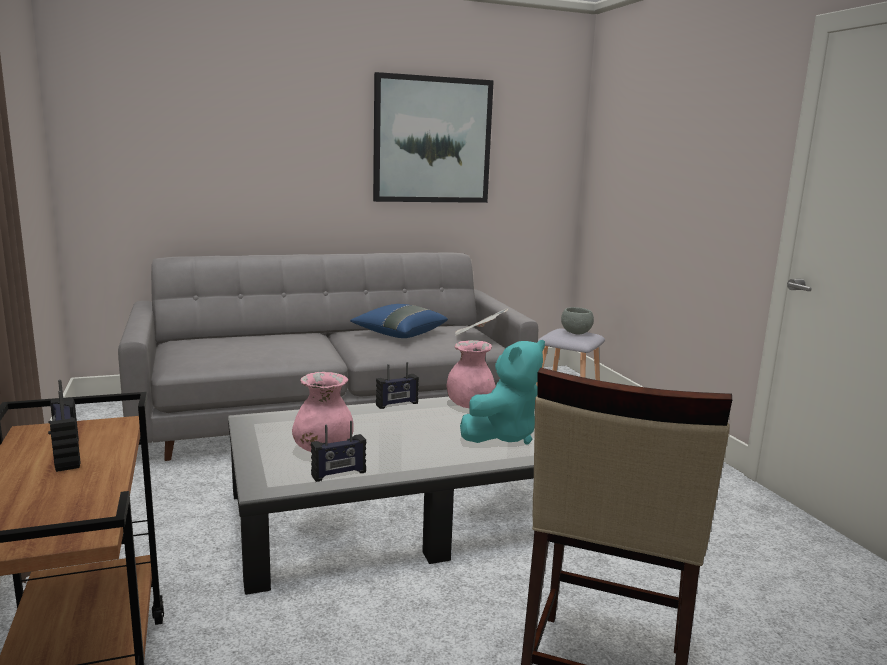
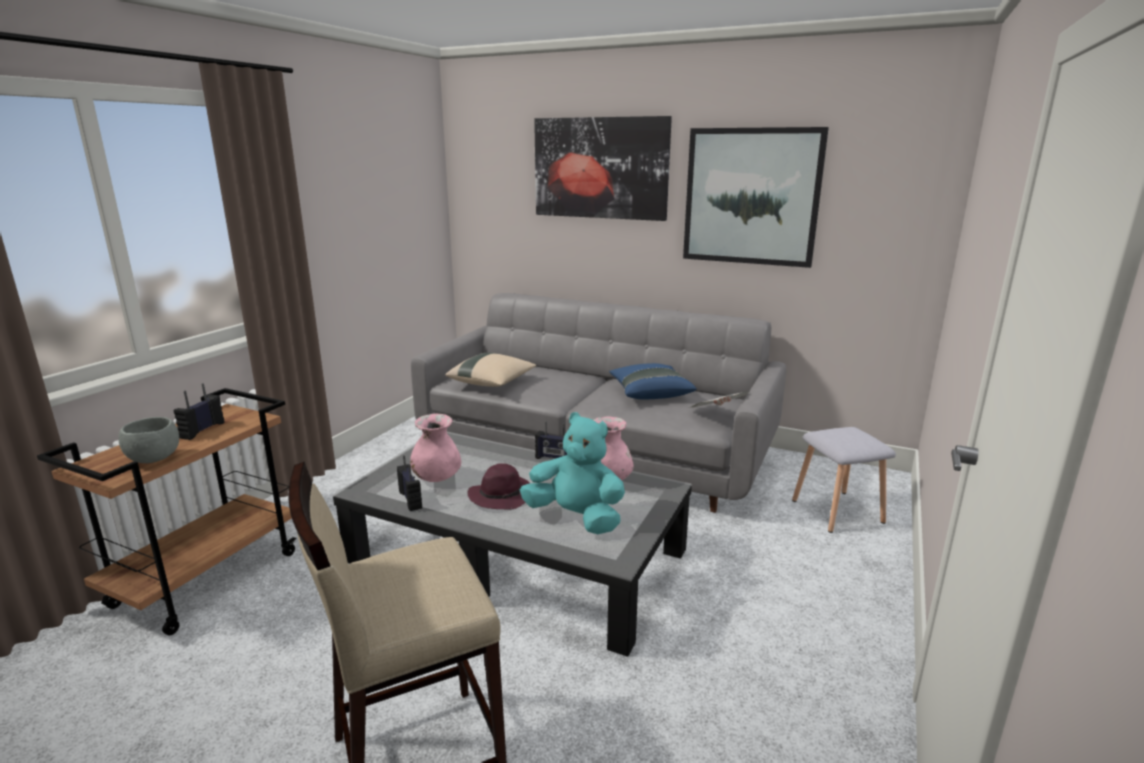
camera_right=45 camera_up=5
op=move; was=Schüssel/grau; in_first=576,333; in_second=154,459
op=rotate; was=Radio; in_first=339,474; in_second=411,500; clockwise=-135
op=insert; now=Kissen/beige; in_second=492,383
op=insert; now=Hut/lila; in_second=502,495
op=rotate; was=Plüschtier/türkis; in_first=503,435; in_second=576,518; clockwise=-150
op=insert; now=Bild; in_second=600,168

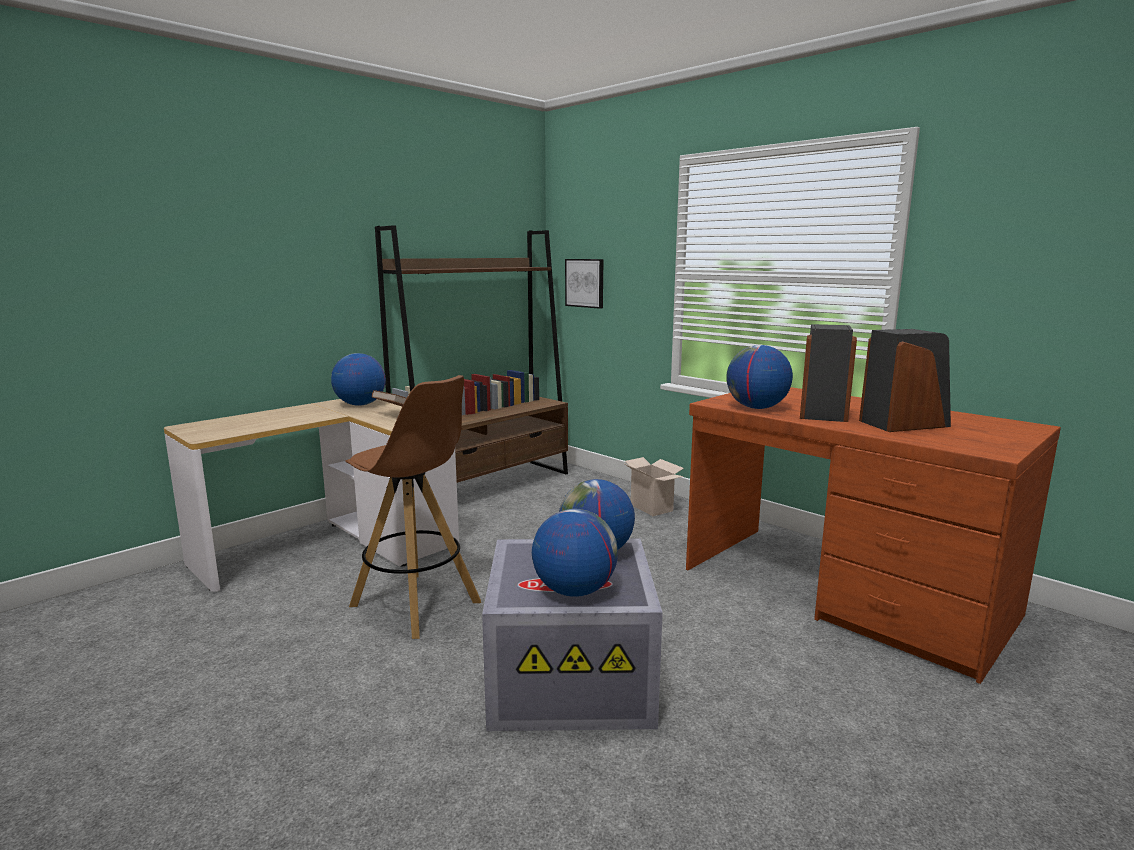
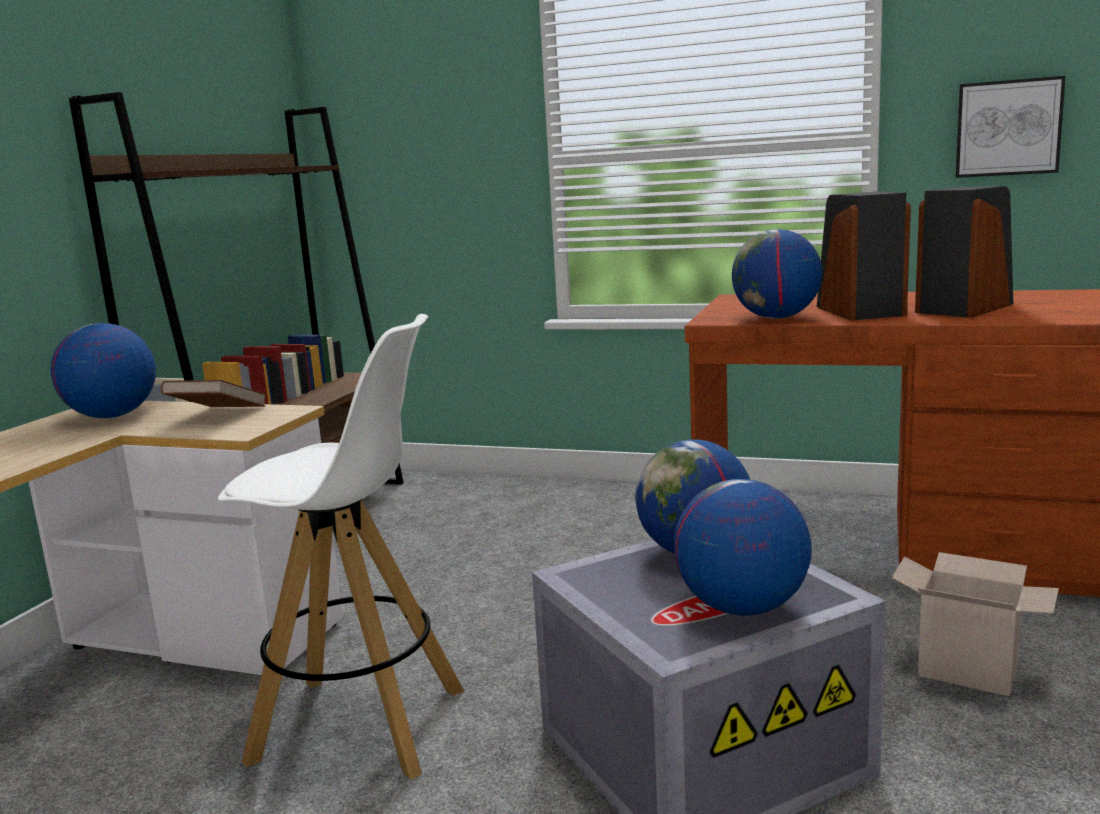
camera_right=-25 camera_up=0
op=recolor; was=Hocker/braun; now=Hocker/weiß; in_first=416,604; in_second=362,725
op=move; was=Karton; in_first=653,508; in_second=971,671
op=move; was=Bild; in_first=585,283; in_second=1008,128

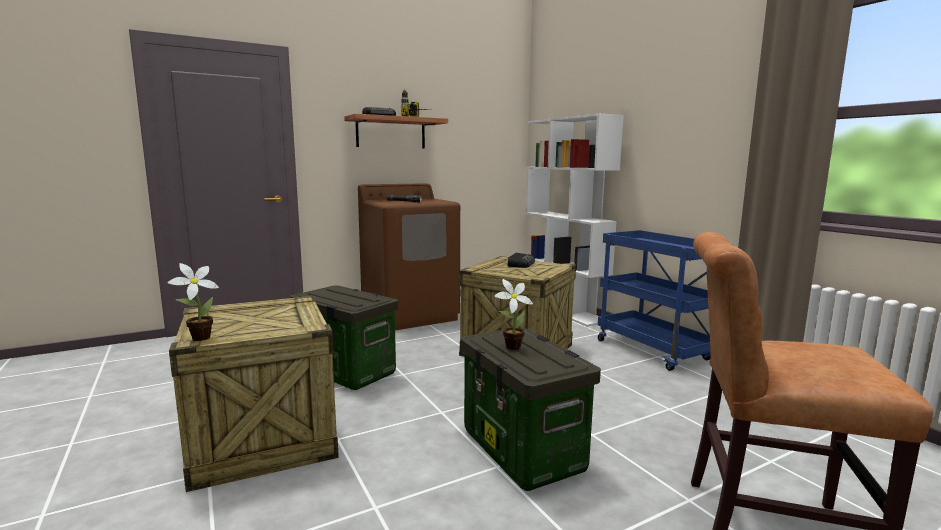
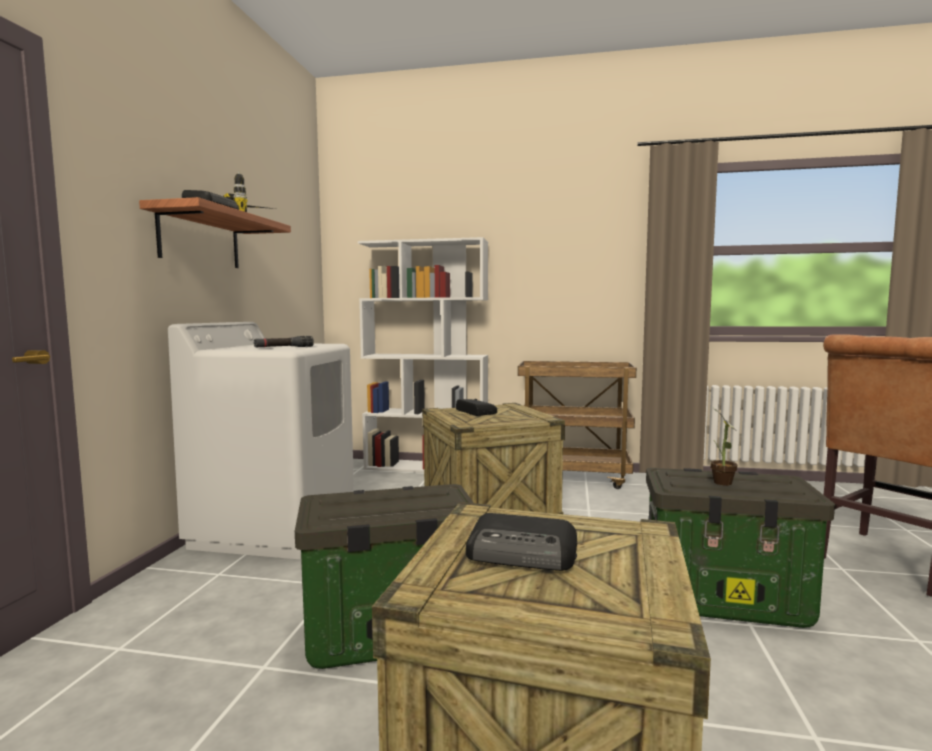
camera_right=-50 camera_up=-5
op=recolor; was=Waschmaschine/braun; now=Waschmaschine/weiß; in_first=410,315; in_second=275,529
op=insert; now=Radio; in_second=523,553
op=recolor; was=Rollwagen/blau; now=Rollwagen/braun; in_first=655,351; in_second=574,478
op=delete; was=Topfpflanze; in_first=198,338

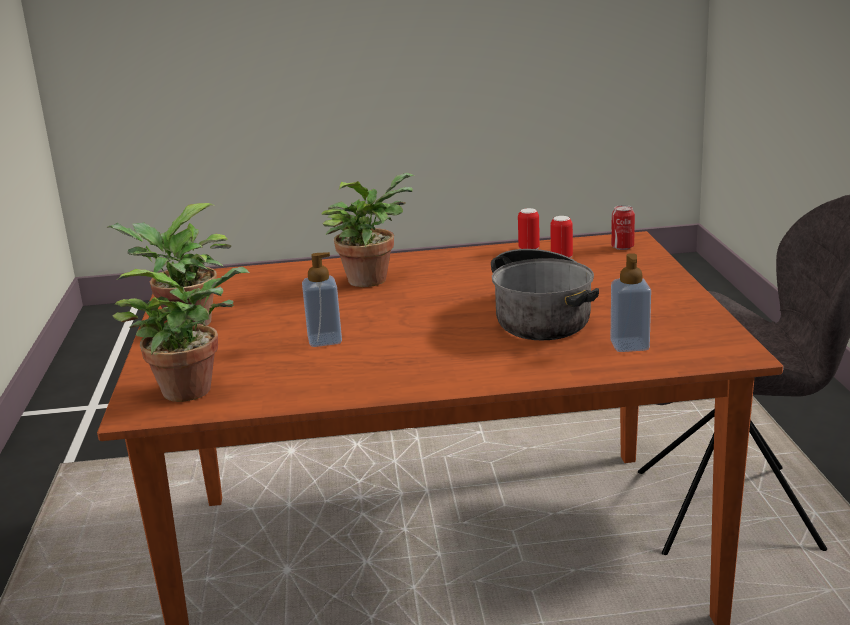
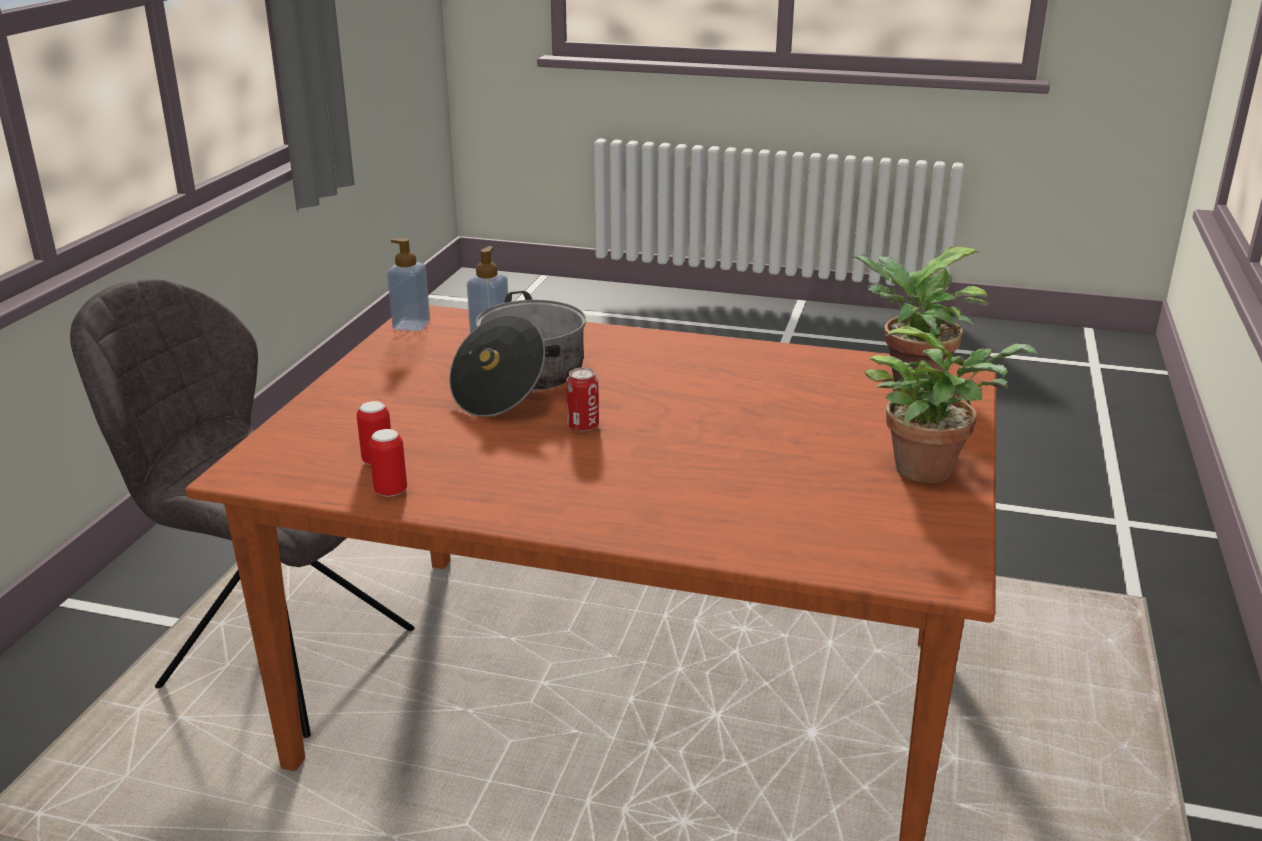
camera_right=-160 camera_up=5
op=move; was=Seifenspender; in_first=324,340; in_second=411,325
op=move; was=Dose; in_first=622,247; in_second=583,426
op=delete; was=Topfpflanze; in_first=370,278

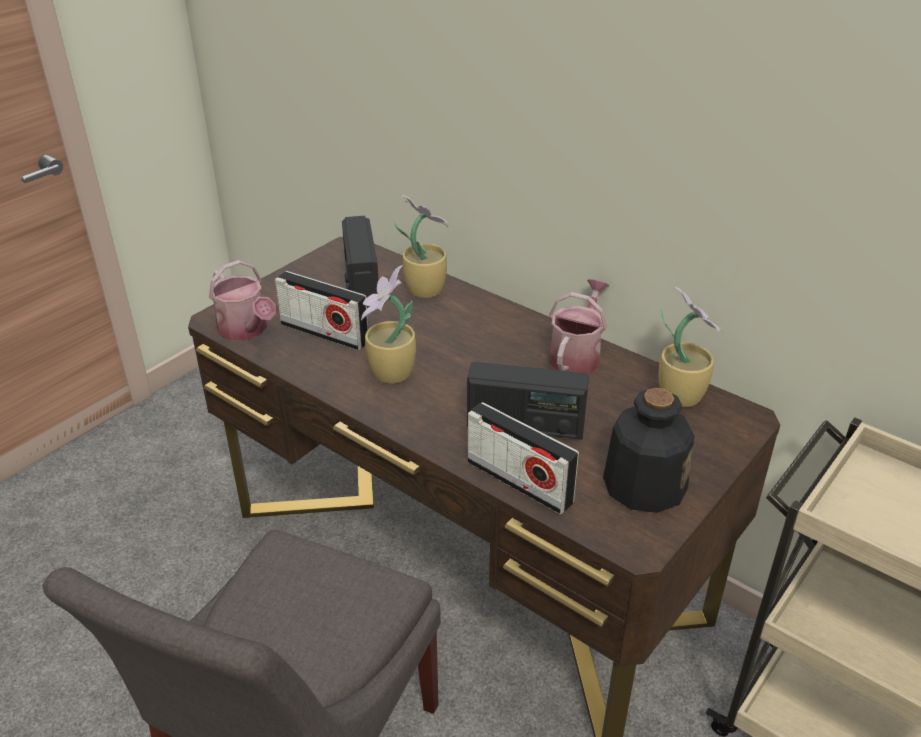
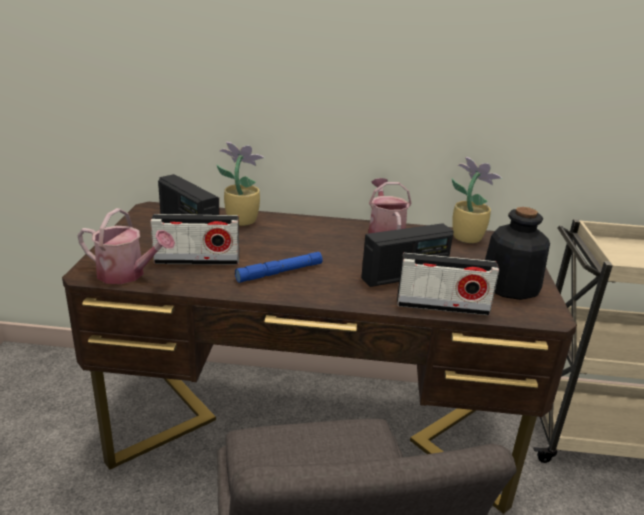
camera_right=-35 camera_up=-10
op=replace; was=Topfpflanze; now=Taschenlampe/blau; in_first=391,374; in_second=279,272

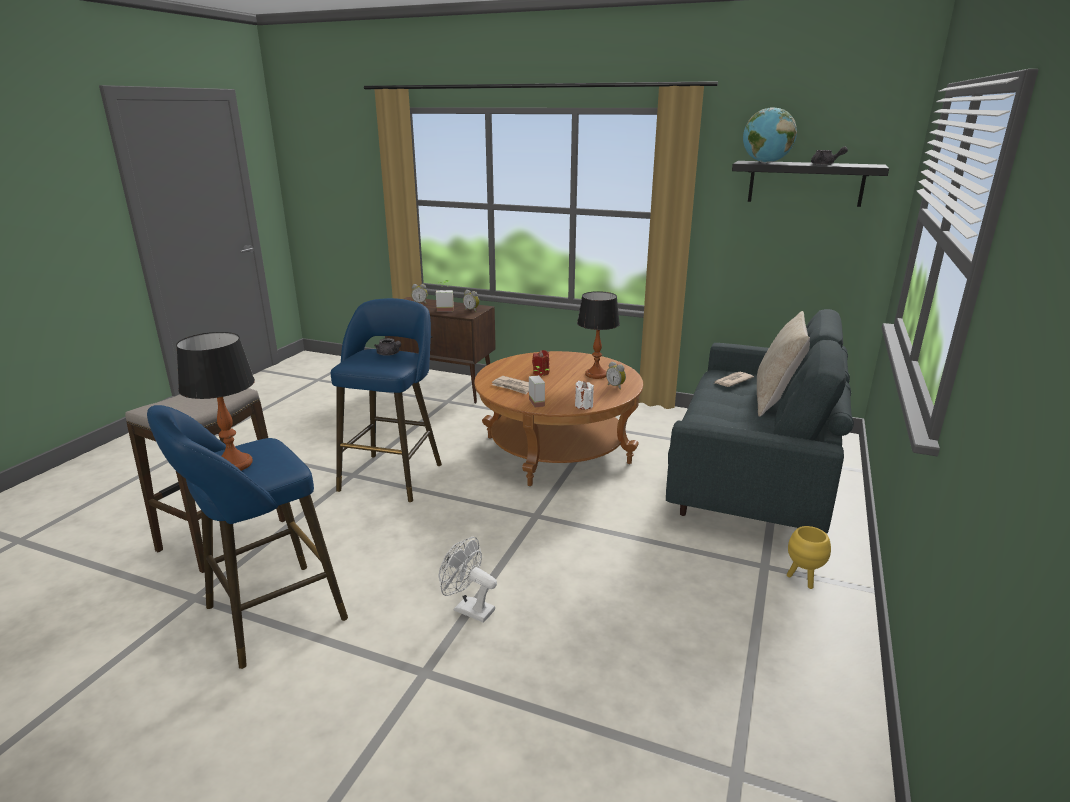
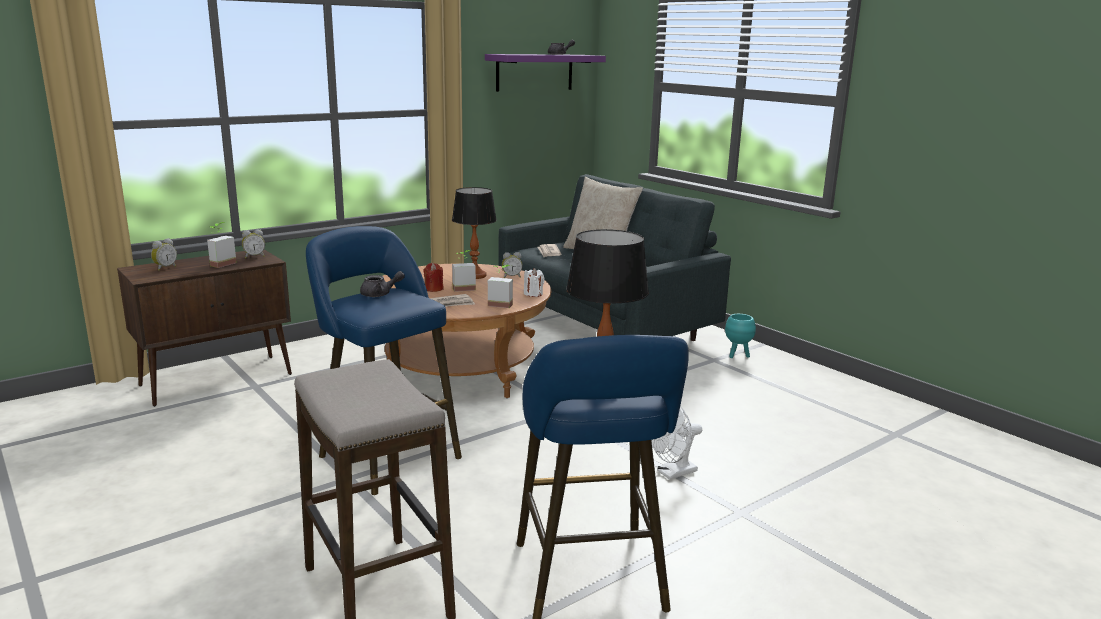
camera_right=-60 camera_up=-5
op=insert; now=Topfpflanze; in_second=463,288
op=recolor; was=Wandregal/schwarz; now=Wandregal/lila; in_first=805,183; in_second=534,72
op=recolor; was=Pflanzkübel/gelb; now=Pflanzkübel/türkis; in_first=803,579; in_second=737,355
op=delete; was=Globus; in_first=765,162

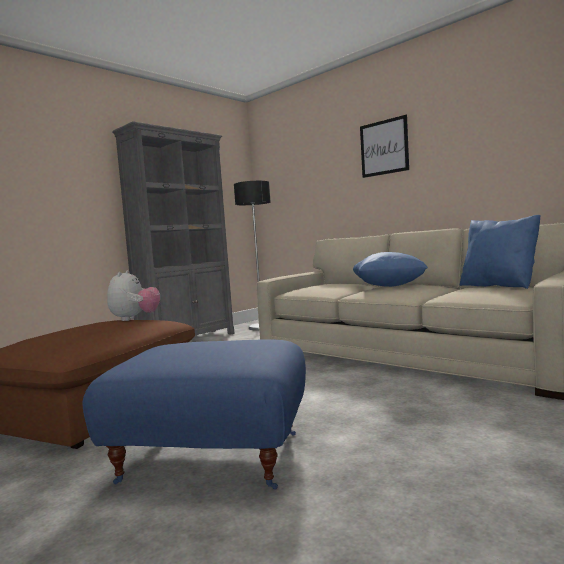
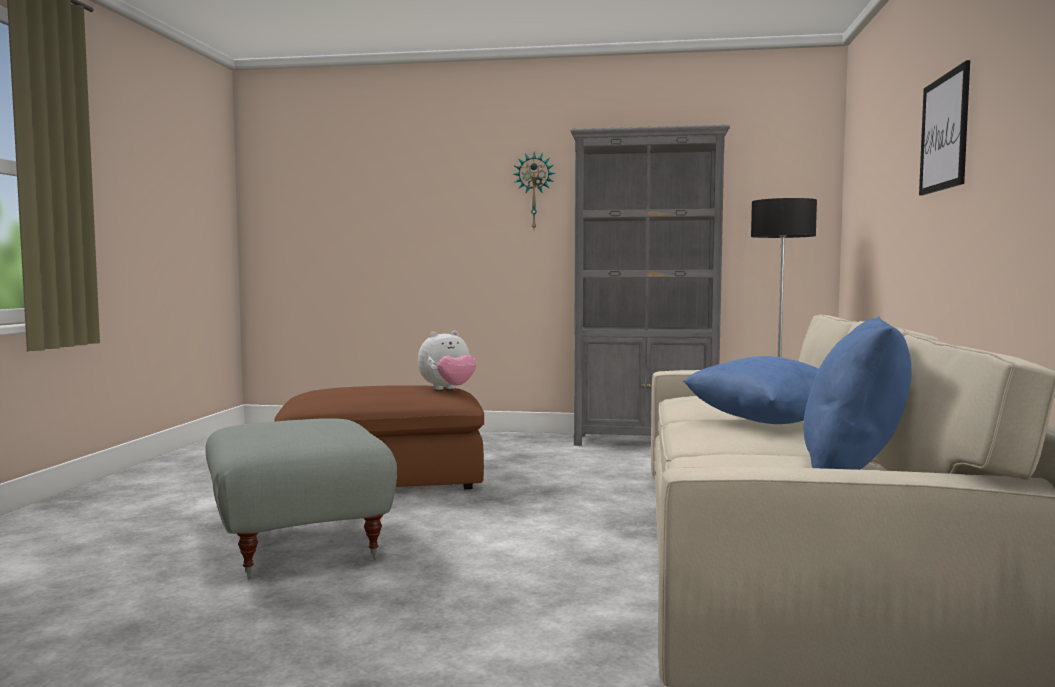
camera_right=55 camera_up=0
op=recolor; was=Polsterhocker/blau; now=Polsterhocker/grau; in_first=211,459; in_second=296,542
op=insert; now=Wanduhr; in_second=534,191

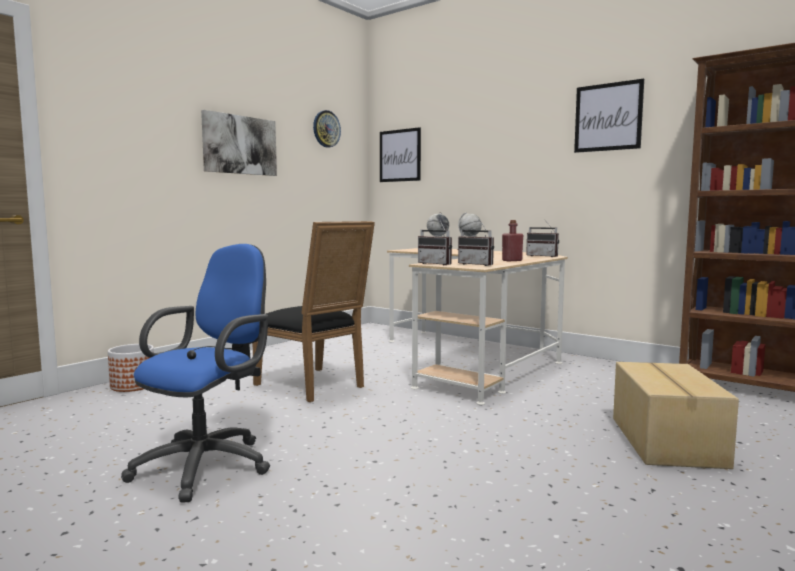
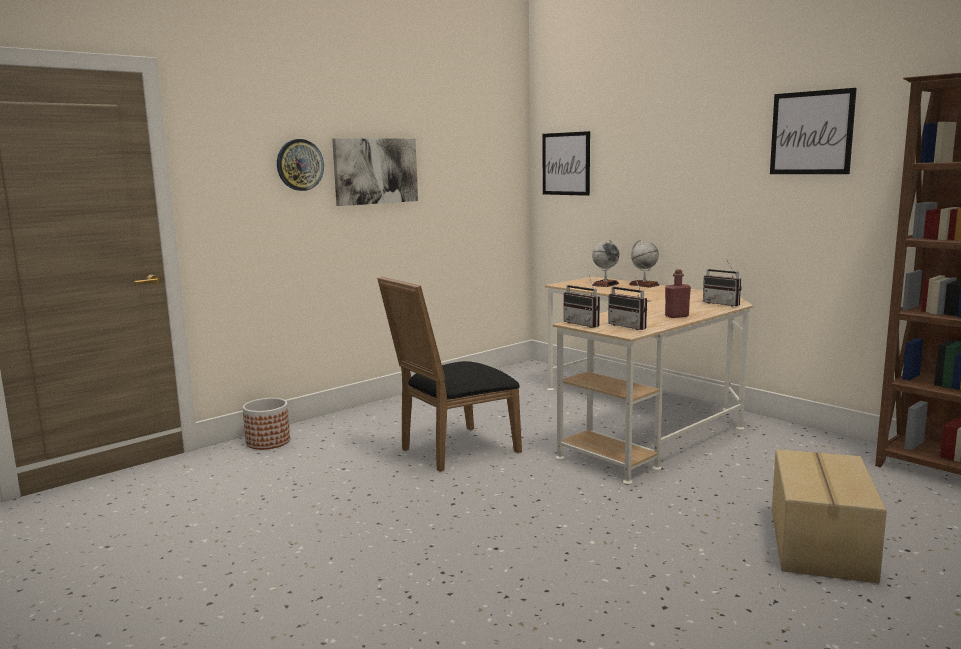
camera_right=10 camera_up=5
op=move; was=Wanduhr; in_first=326,129; in_second=299,165
op=rotate; was=Stuhl/schwarz; in_first=315,386; in_second=453,451; clockwise=90
op=delete; was=Bürostuhl/blau; in_first=209,464

